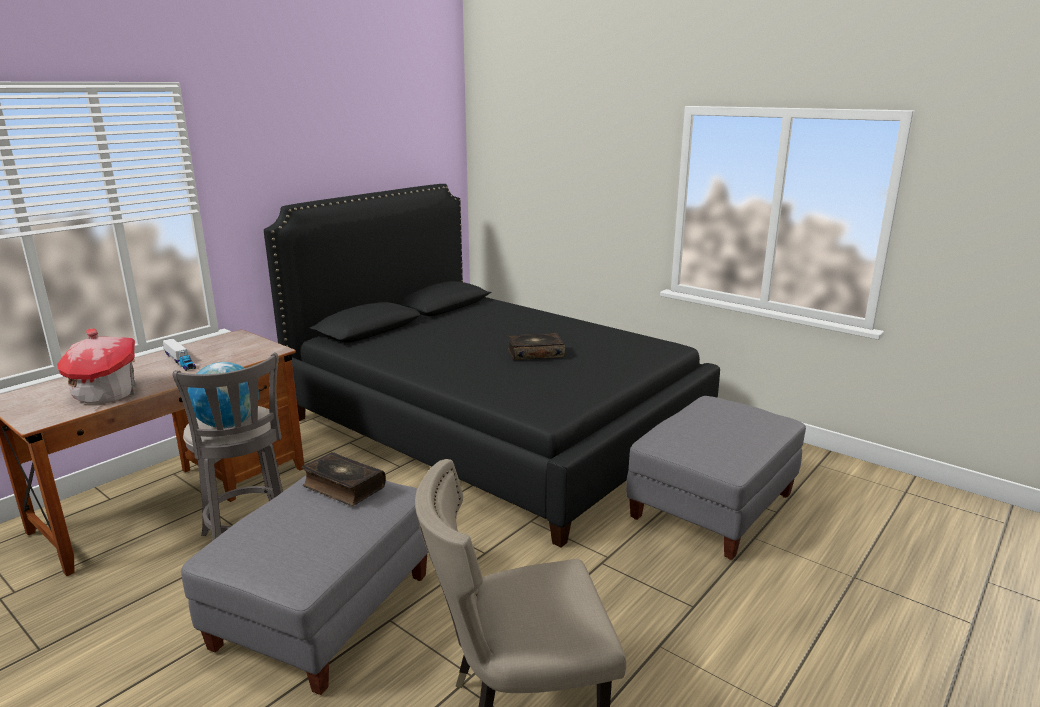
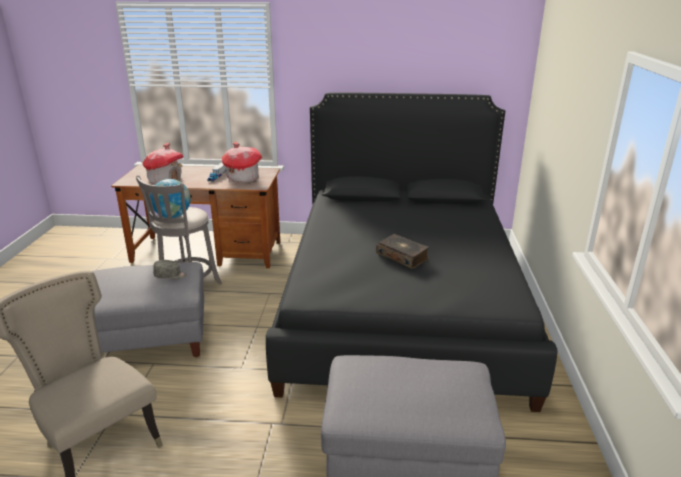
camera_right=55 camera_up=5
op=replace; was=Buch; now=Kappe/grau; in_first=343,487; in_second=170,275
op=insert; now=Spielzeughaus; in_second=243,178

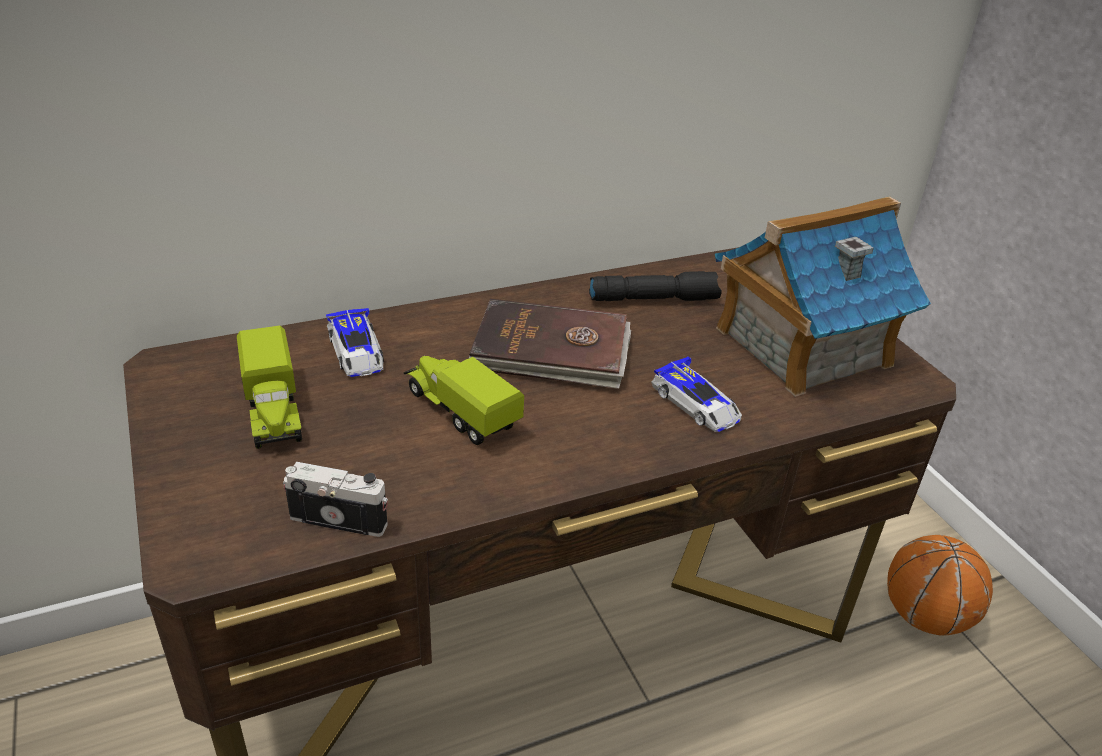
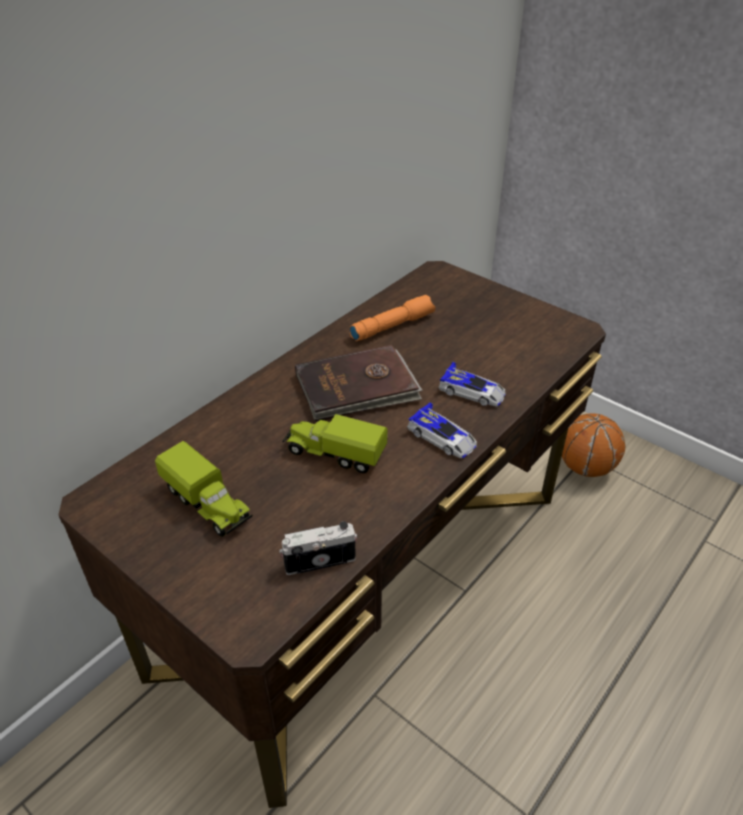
camera_right=-25 camera_up=5
op=recolor; was=Taschenlampe/schwarz; now=Taschenlampe/orange; in_first=654,298; in_second=392,325
op=move; was=Spielzeugauto; in_first=357,352; in_second=442,438
op=delete; was=Spielzeughaus; in_first=801,346

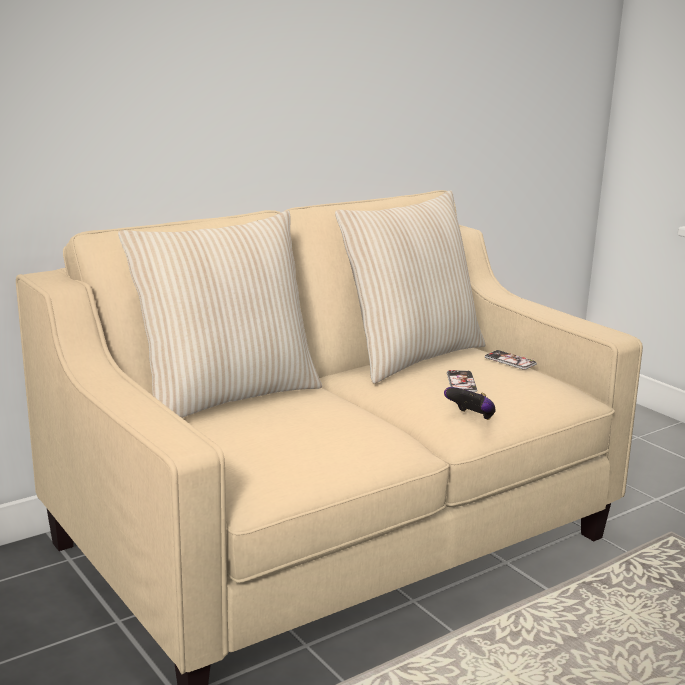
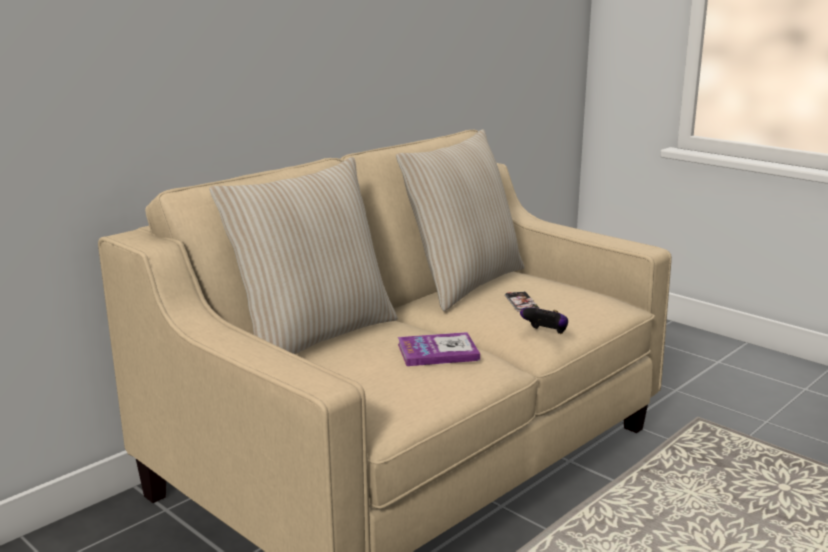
camera_right=-10 camera_up=0
op=insert; now=Buch; in_second=438,352
op=delete; was=Handy; in_first=510,361

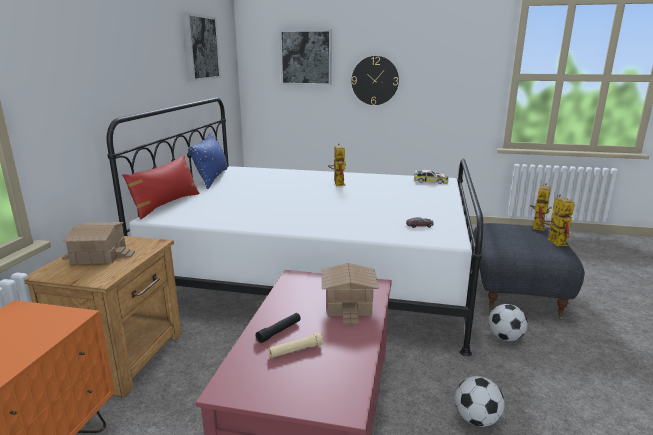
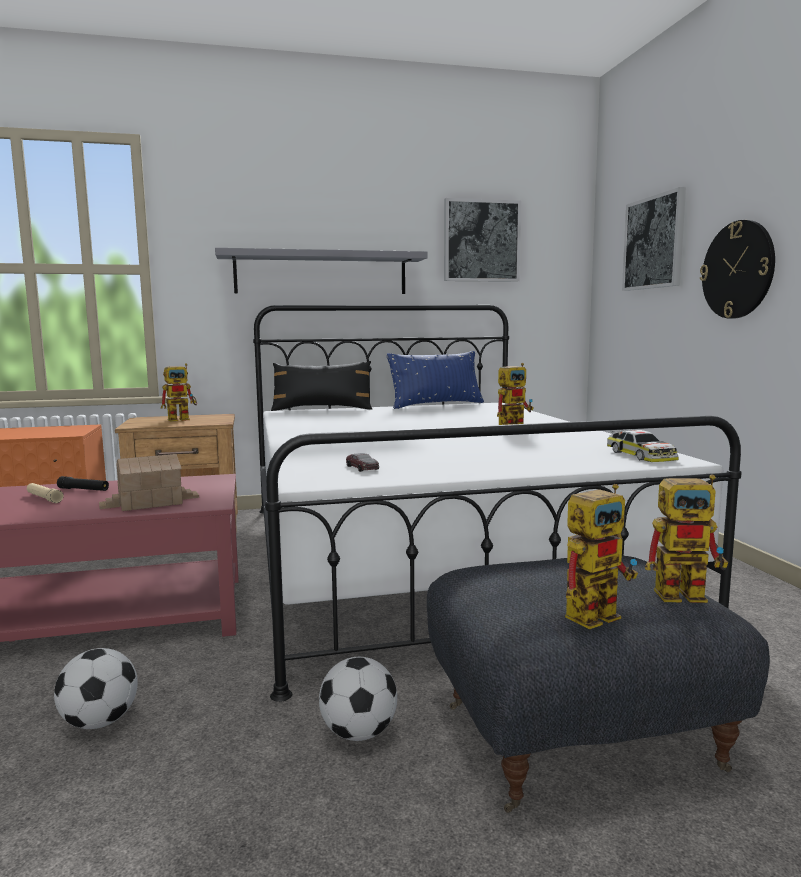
camera_right=65 camera_up=-10
op=replace; was=Spielzeughaus; now=Spielzeugroboter; in_first=99,255; in_second=183,419
op=insert; now=Wandregal/grau; in_second=321,273
op=recolor; was=Kissen/rot; now=Kissen/schwarz; in_first=166,205; in_second=322,409

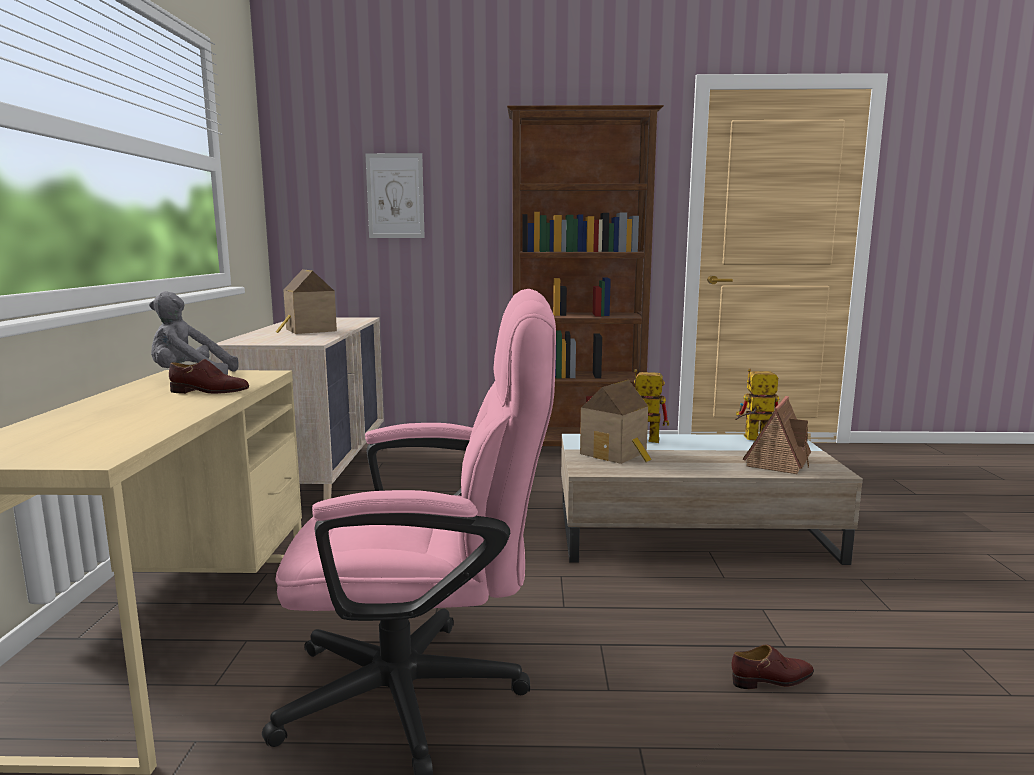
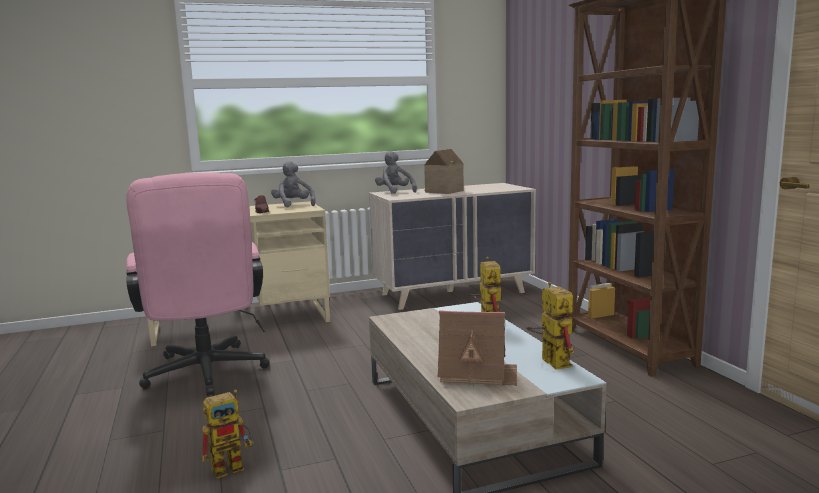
camera_right=70 camera_up=0
op=replace; was=Schuh/braun; now=Spielzeugroboter; in_first=772,680; in_second=233,466
op=insert; now=Plüschtier/grau; in_second=394,192
op=delete; was=Bild; in_first=395,196
op=delete; was=Spielzeughaus; in_first=616,453

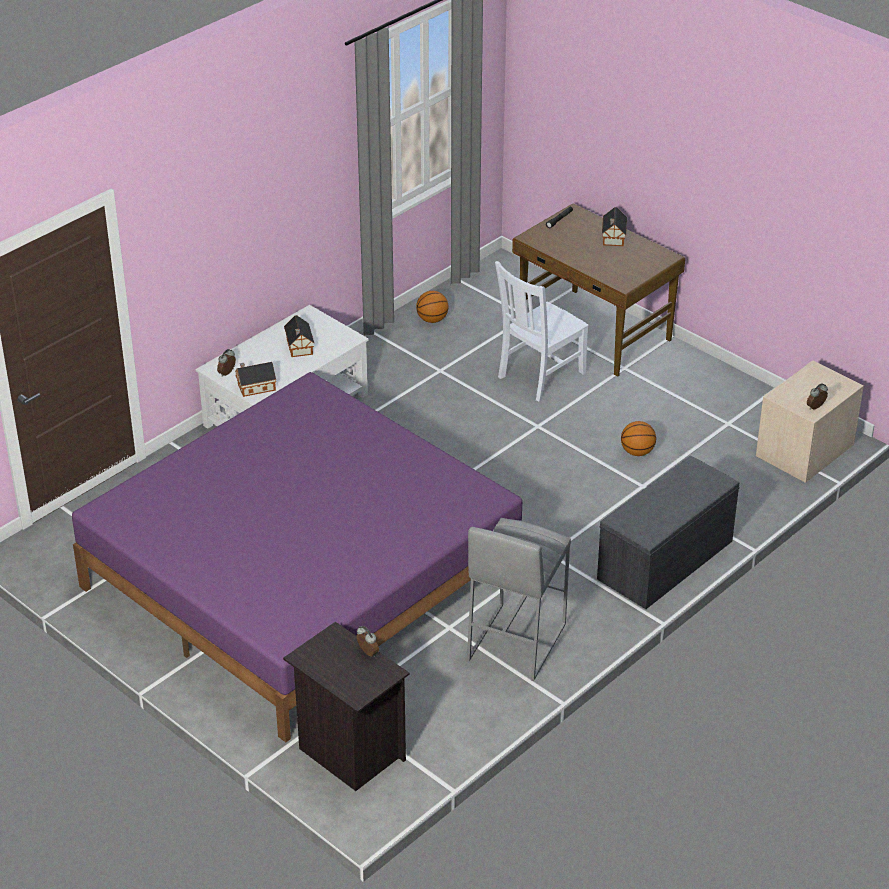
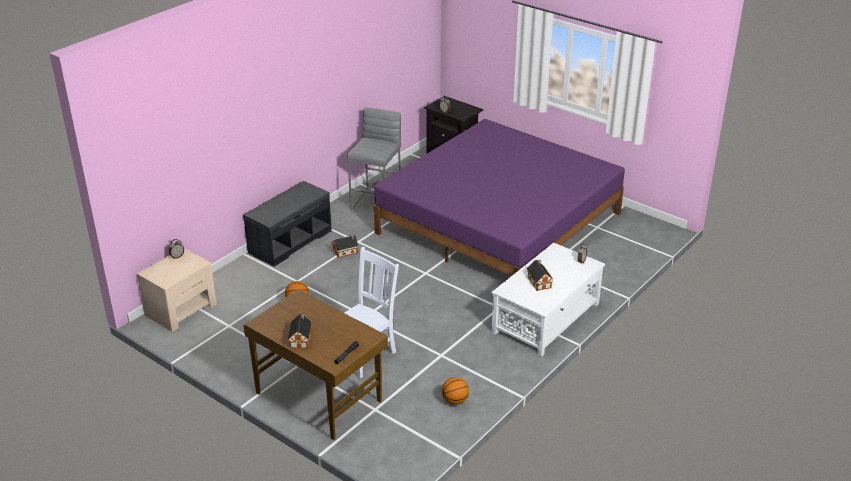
camera_right=175 camera_up=-5
op=move; was=Spielzeughaus; in_first=254,387; in_second=346,251

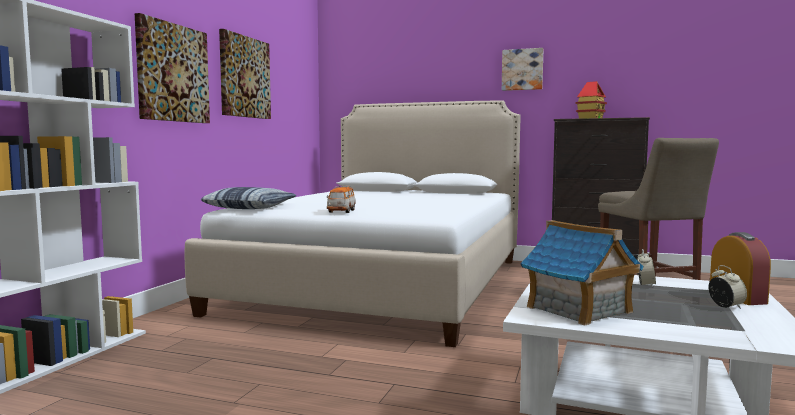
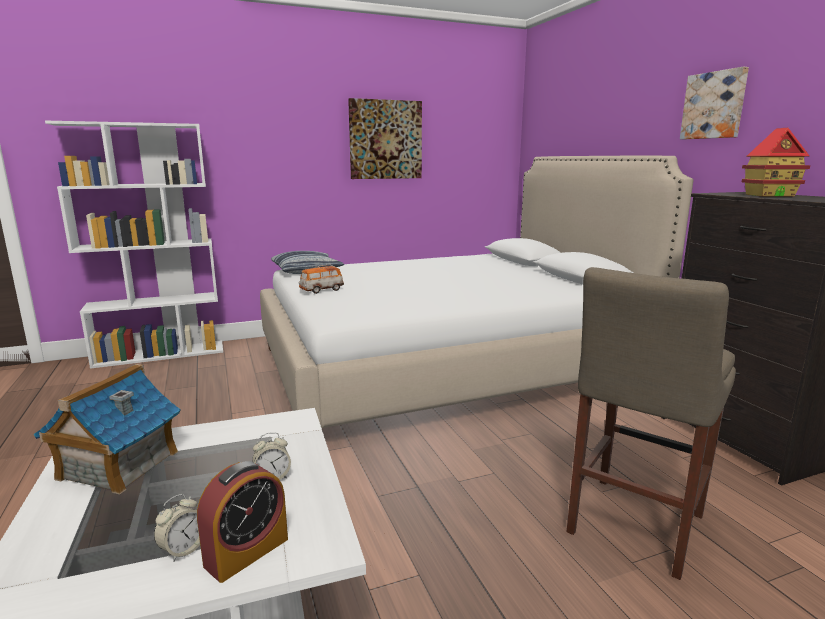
camera_right=50 camera_up=10
op=delete; was=Bild; in_first=172,73

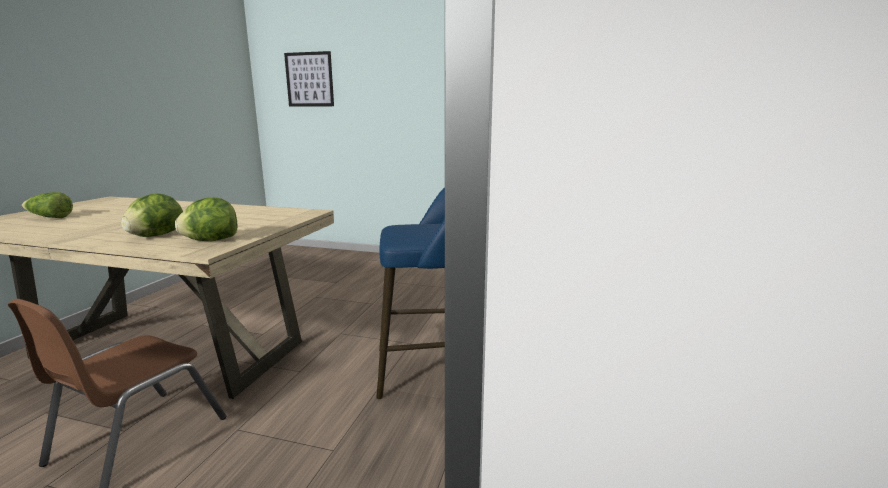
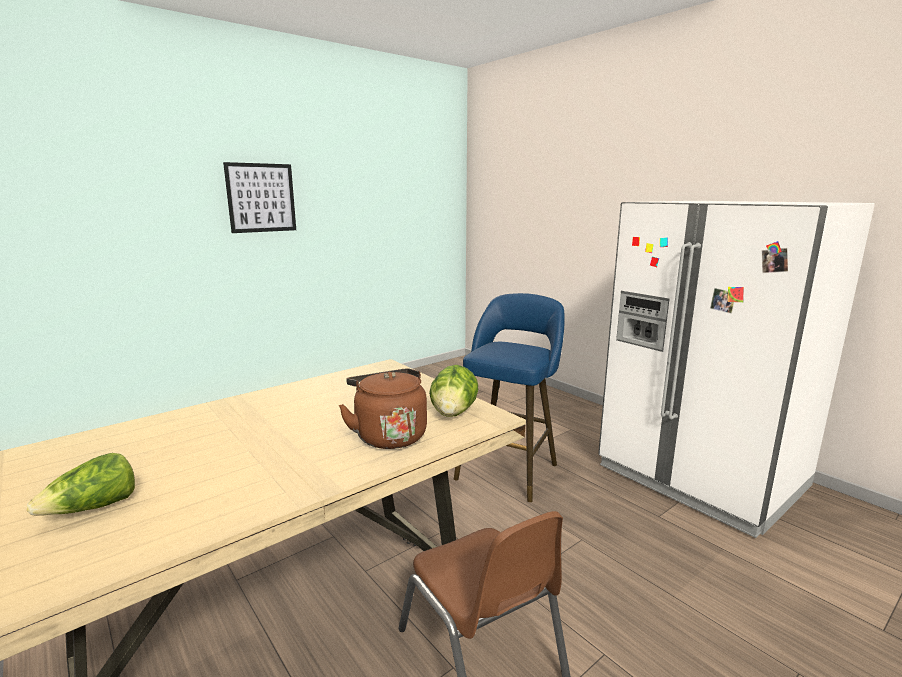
camera_right=-55 camera_up=0
op=move; was=Bild; in_first=309,79; in_second=261,198
op=replace; was=Salatkopf; now=Wasserkessel/braun; in_first=156,236; in_second=388,435

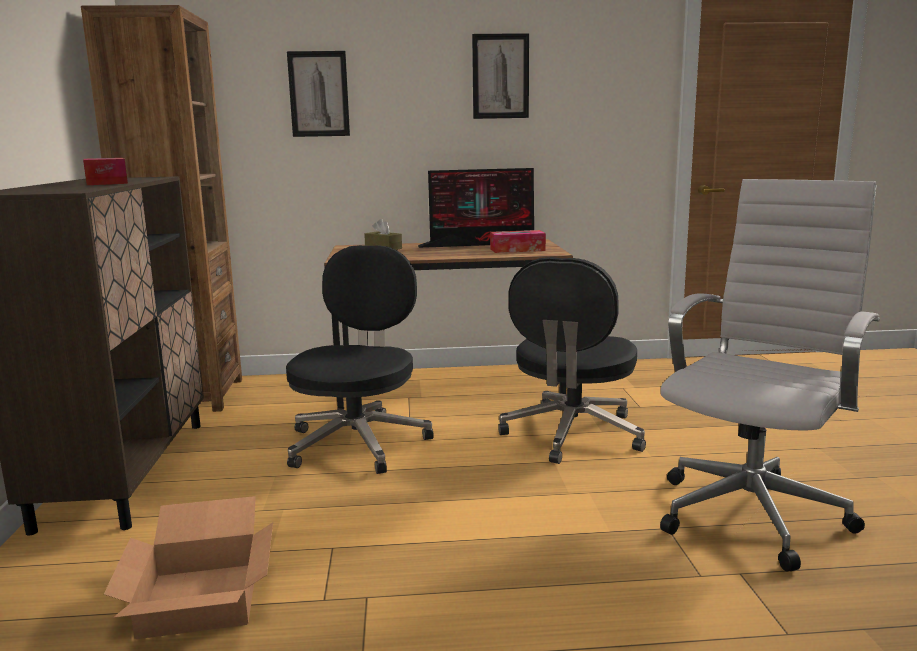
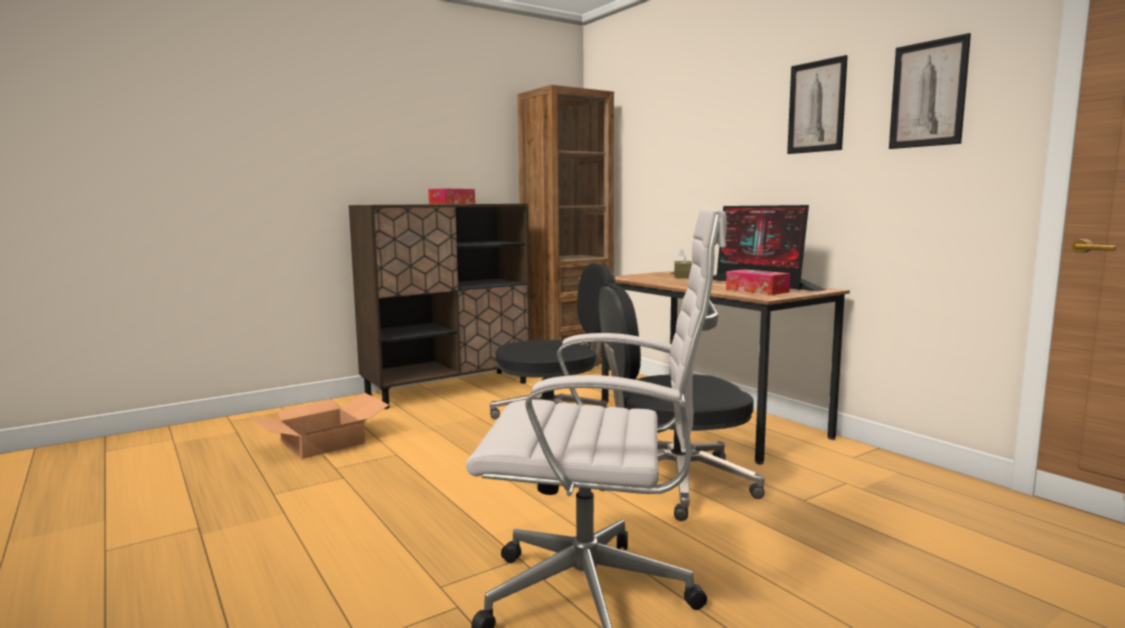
camera_right=60 camera_up=-5
op=move; was=Bild; in_first=319,94; in_second=928,94

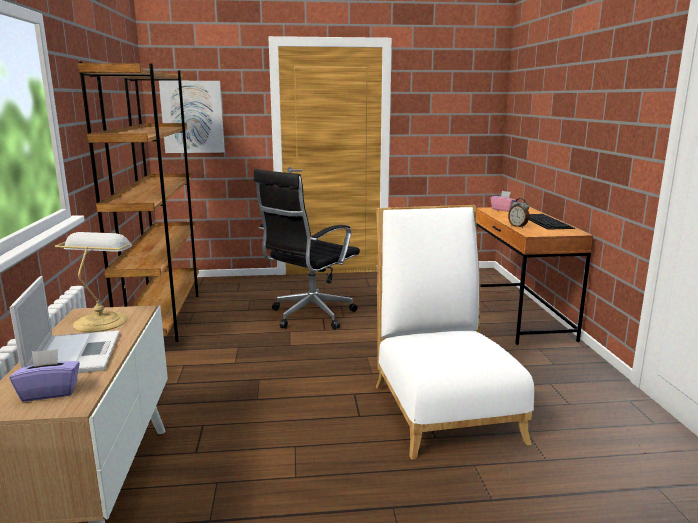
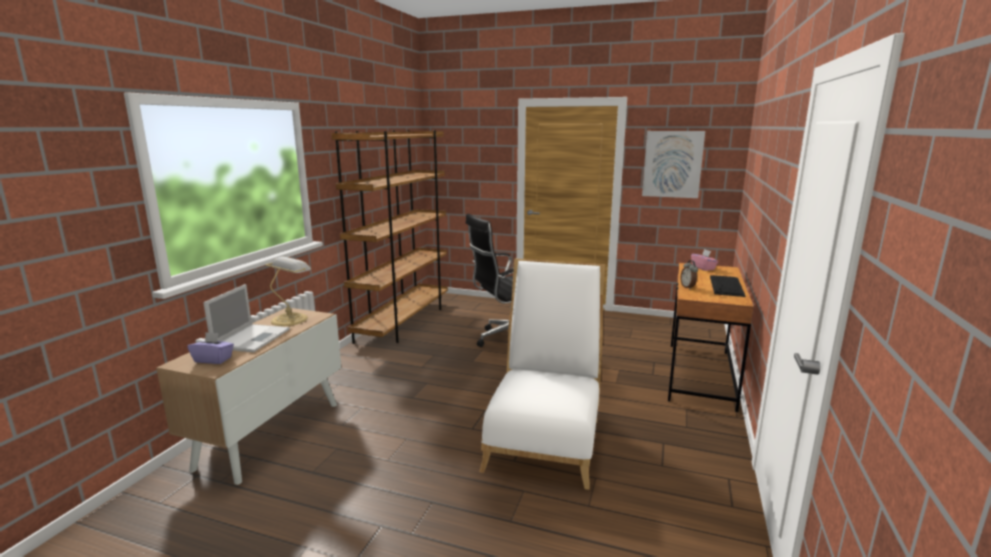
camera_right=25 camera_up=0
op=move; was=Bild; in_first=192,117; in_second=672,164

